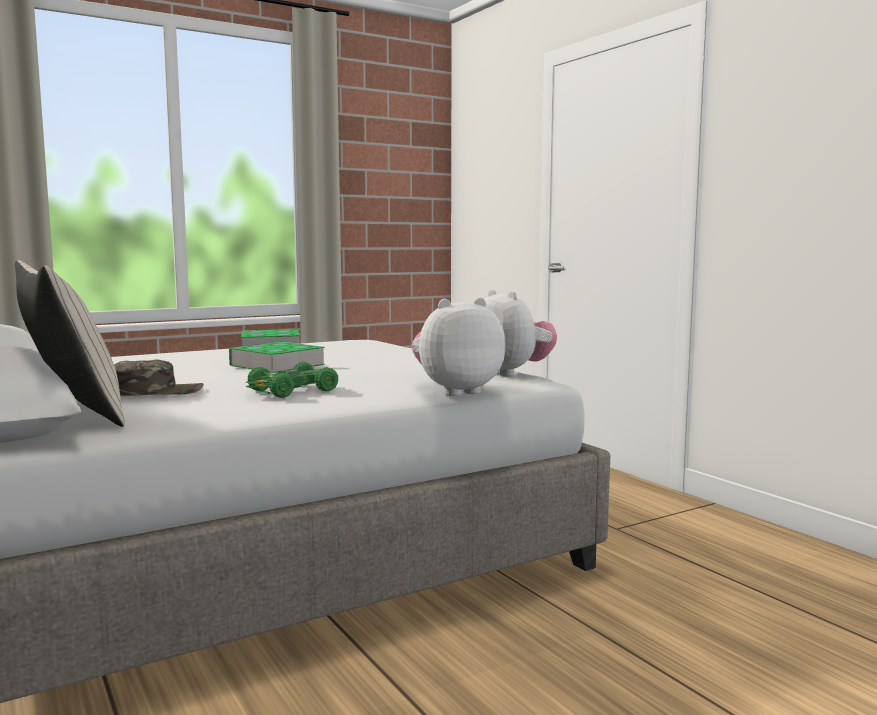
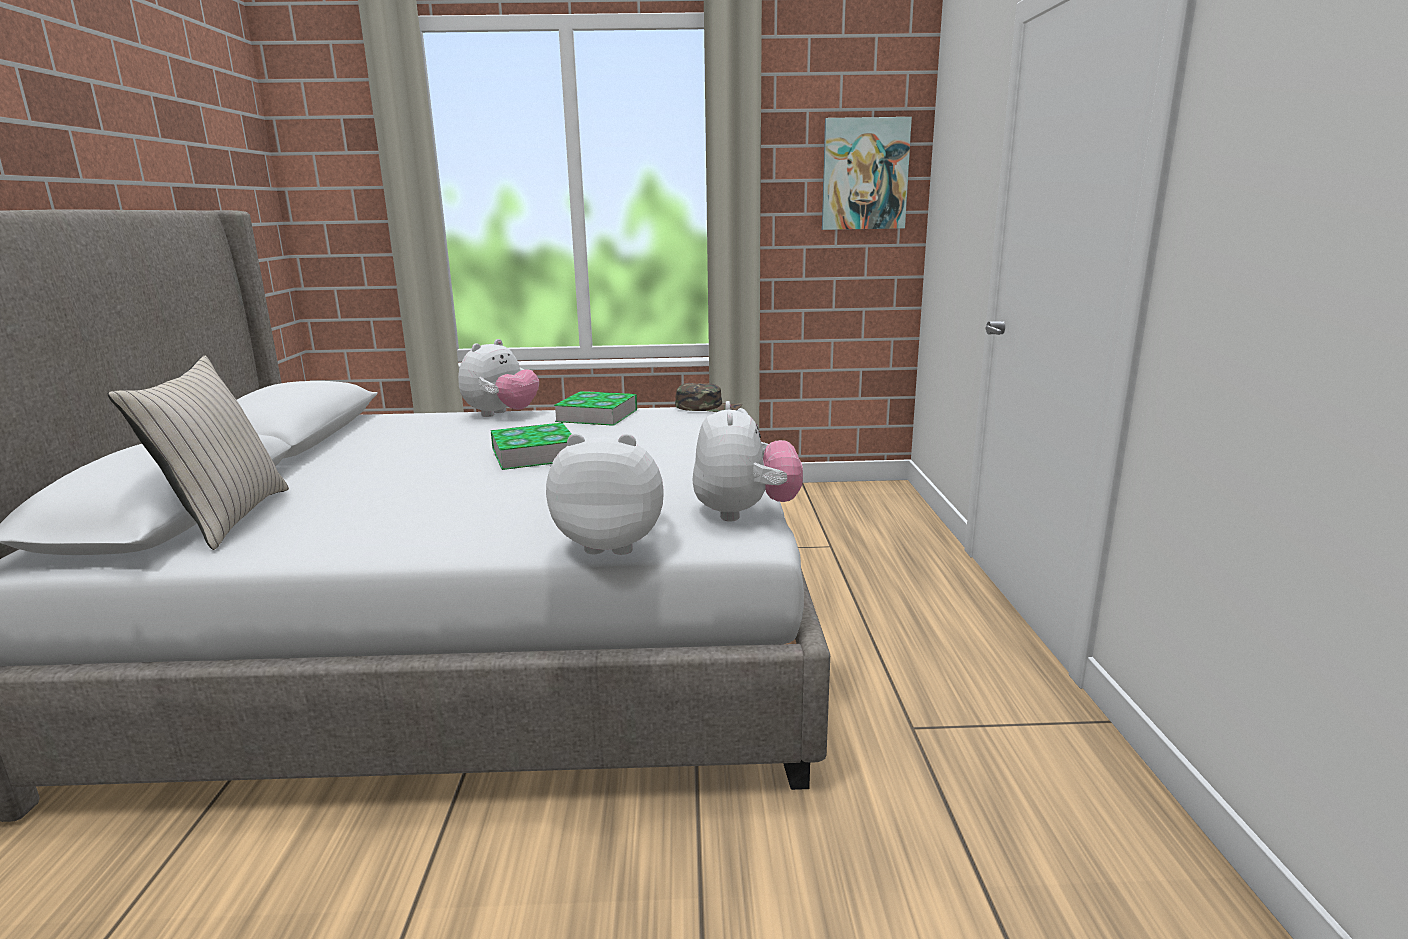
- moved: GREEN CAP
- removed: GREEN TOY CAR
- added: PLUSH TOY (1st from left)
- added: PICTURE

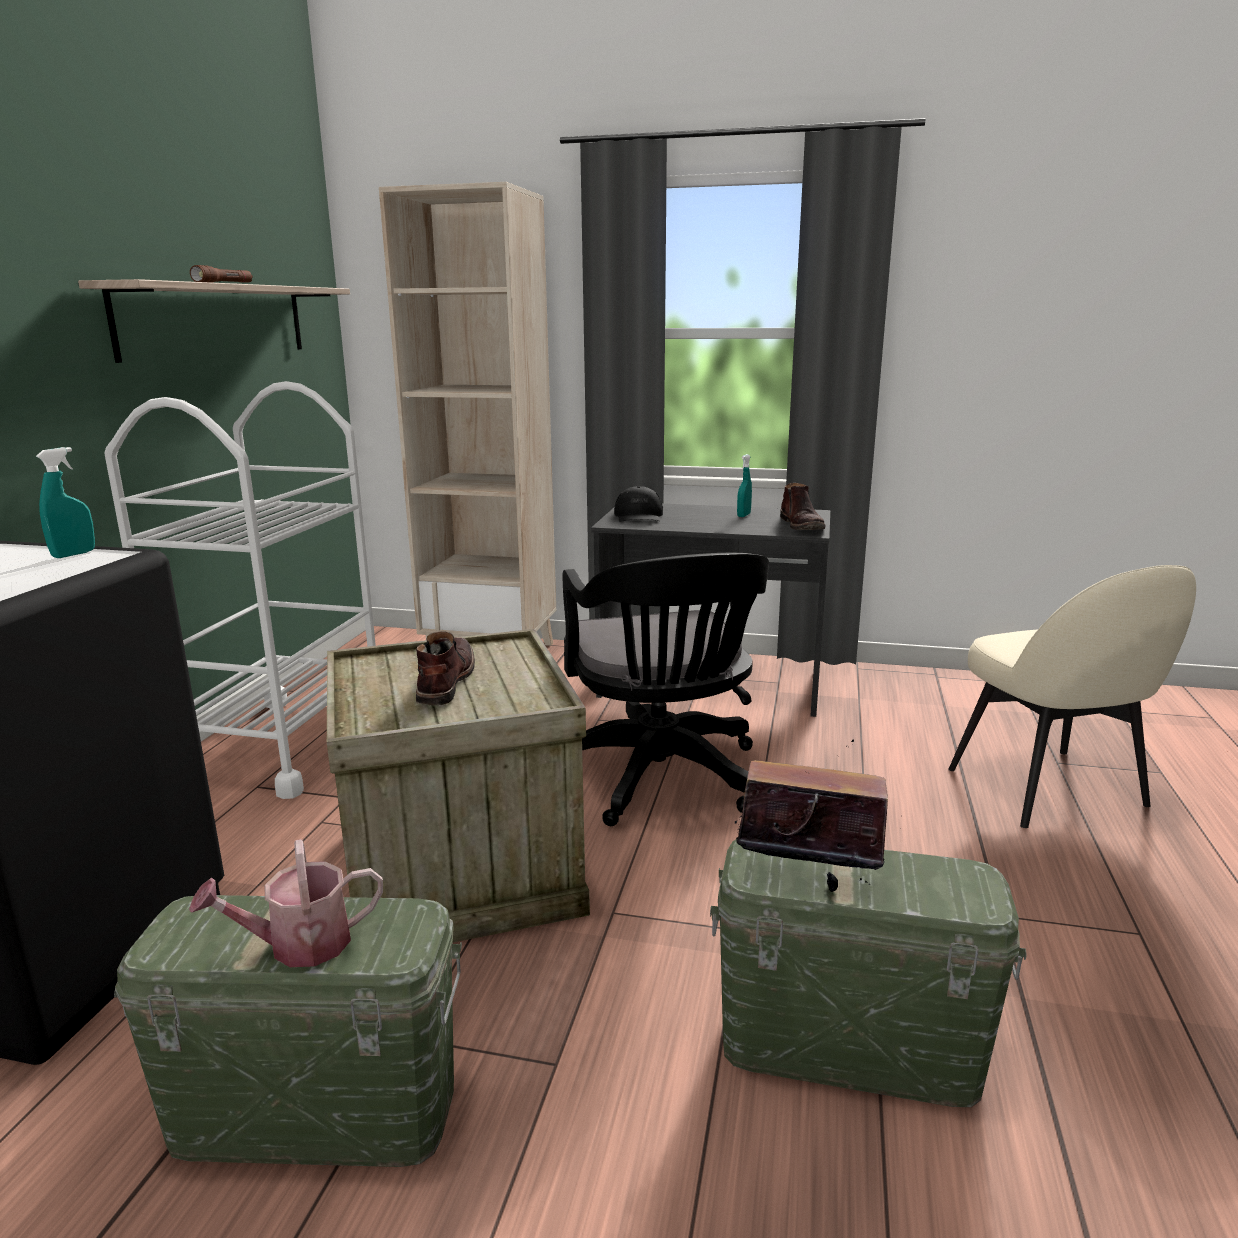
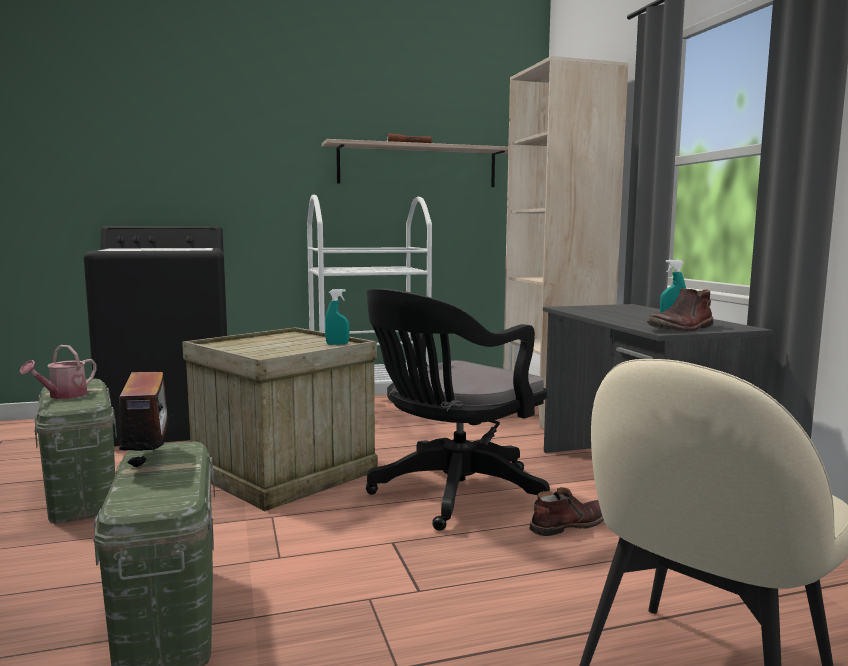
- moved: TURQUOISE SPRAY BOTTLE (1st from left)
- turned: WATERING CAN 105 degrees counterclockwise
- moved: BROWN BOOT (1st from left)
- removed: BLACK CAP

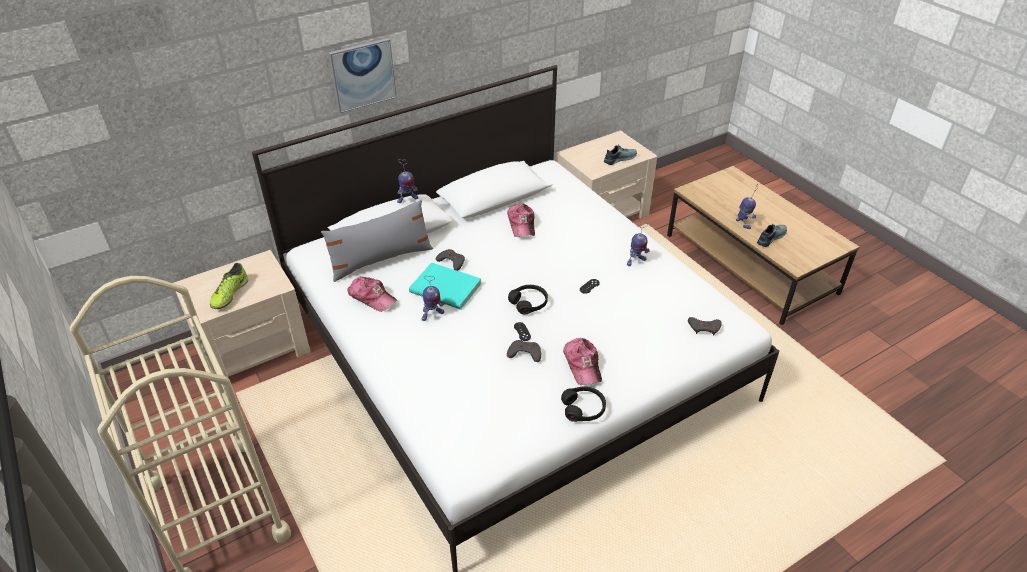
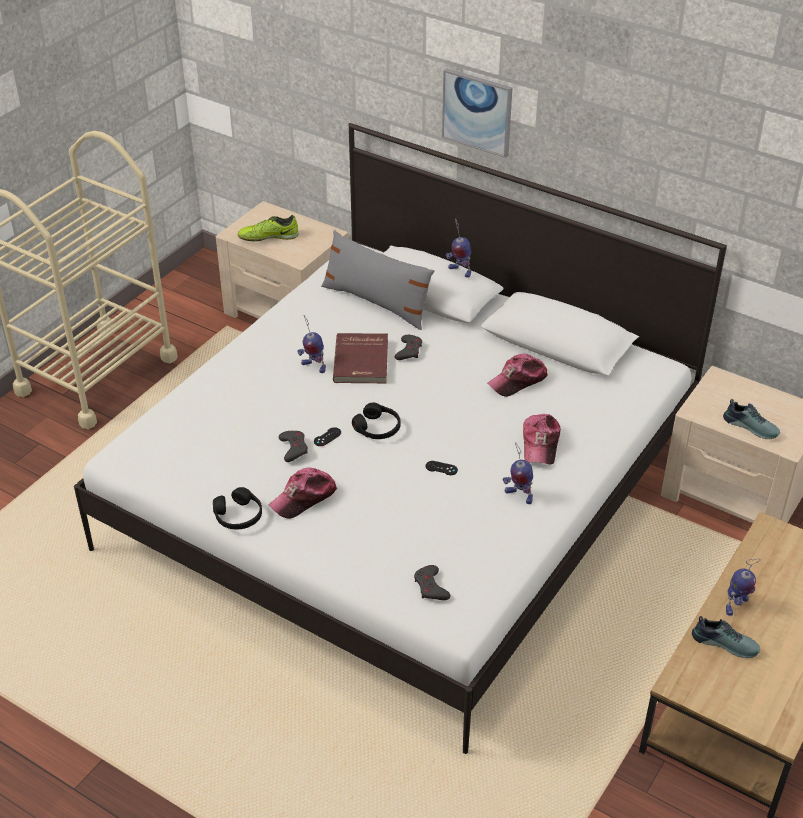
- moved: CAP (1st from left in the first image) to CAP (3rd from left)
- recoloured: TURQUOISE BOOK to RED BOOK

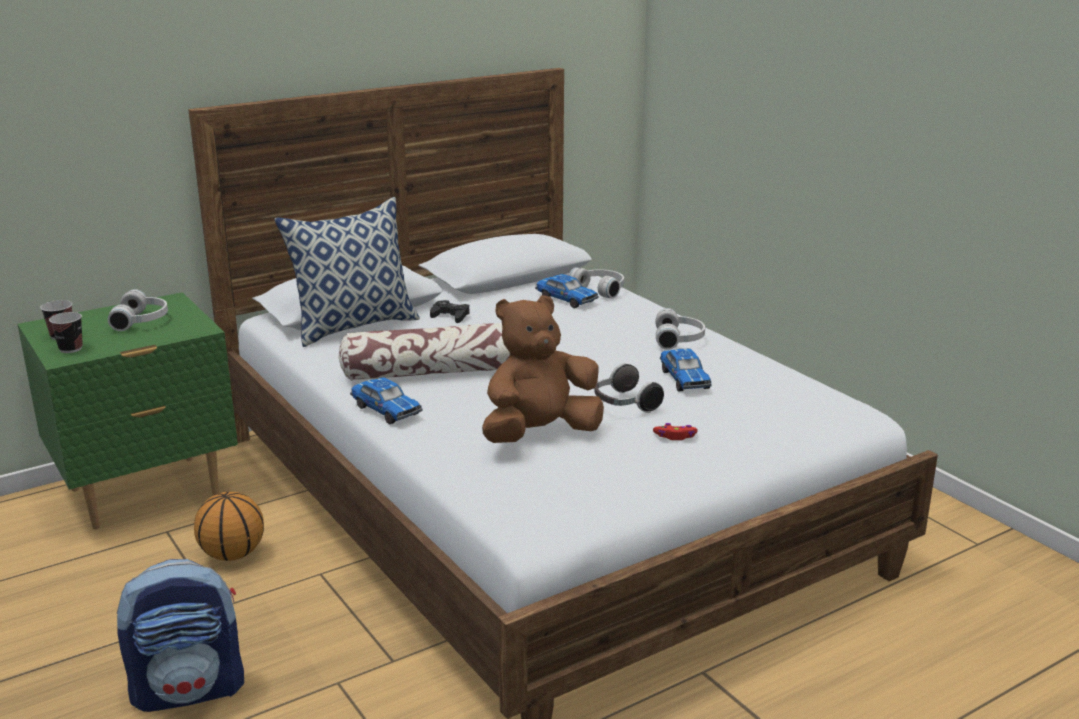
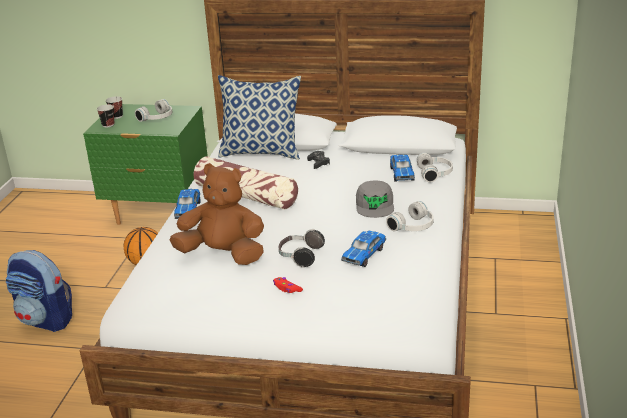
- added: GREY CAP

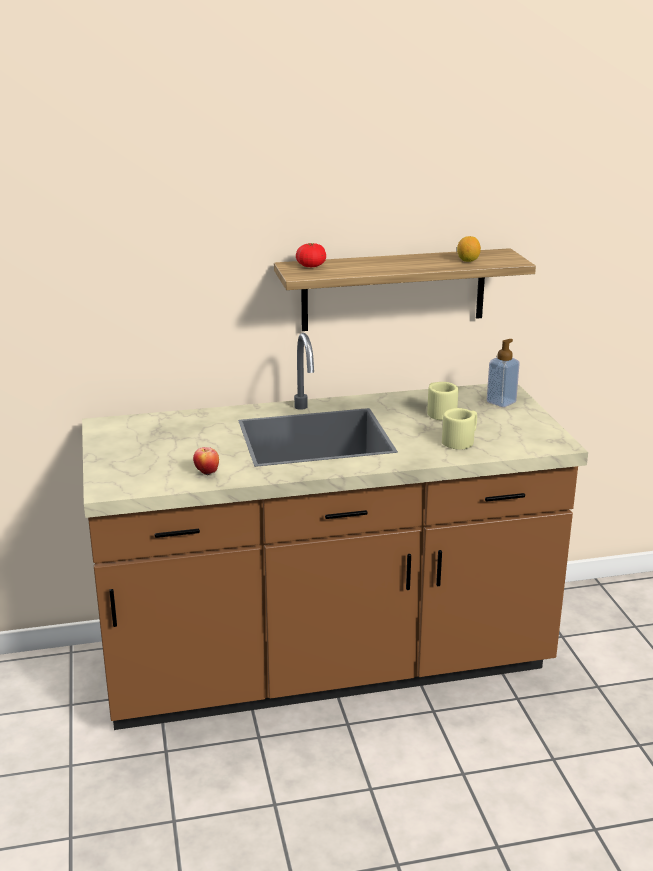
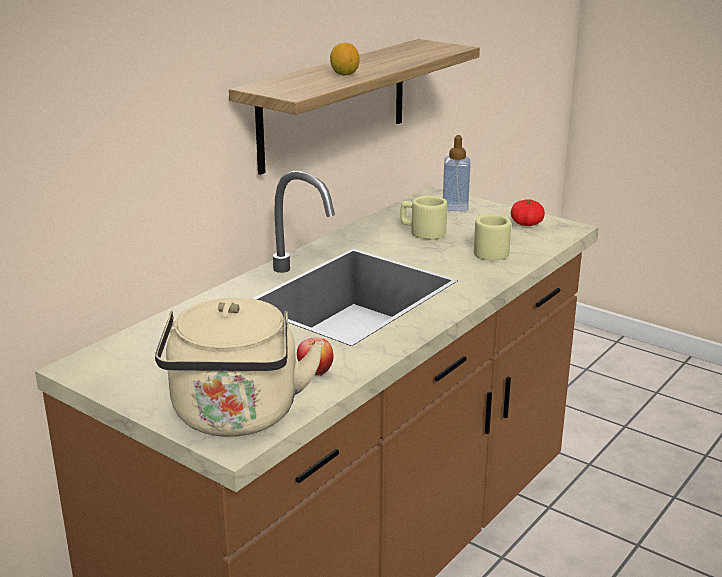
- moved: TOMATO
- moved: LEMON
- added: BEIGE KETTLE

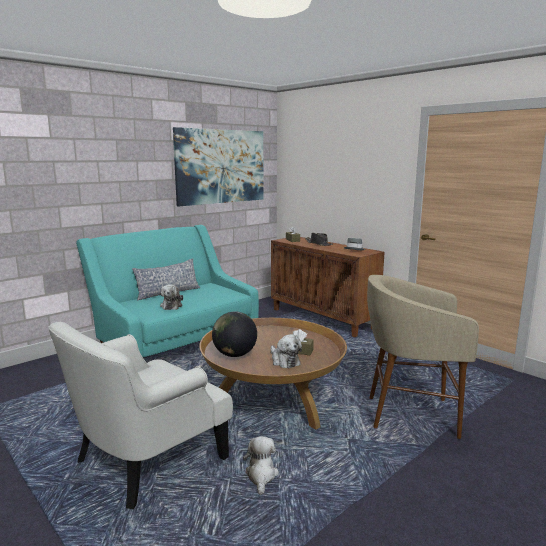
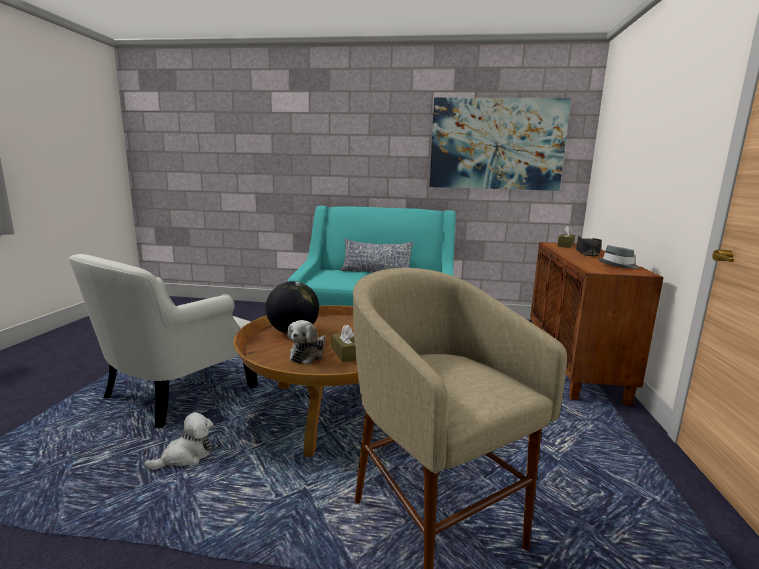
- turned: WHITE ARMCHAIR 60 degrees counterclockwise
- removed: PLUSH TOY (1st from left)

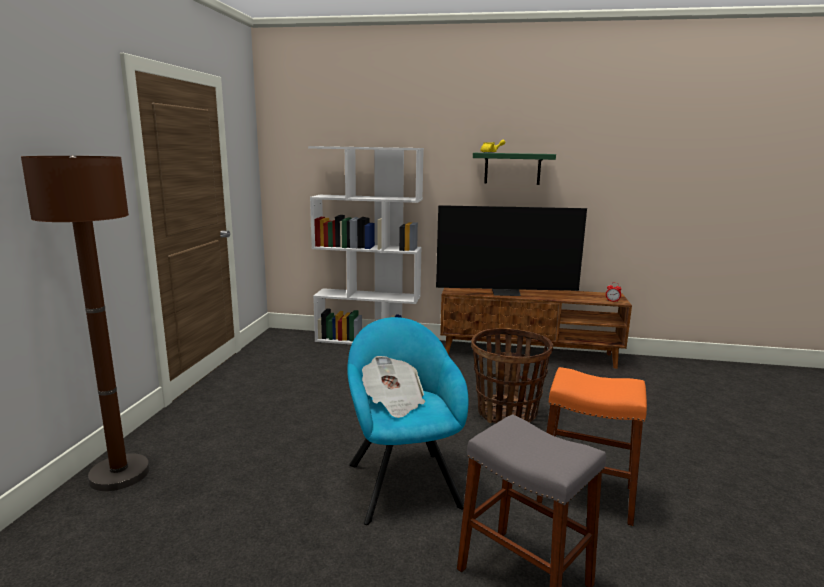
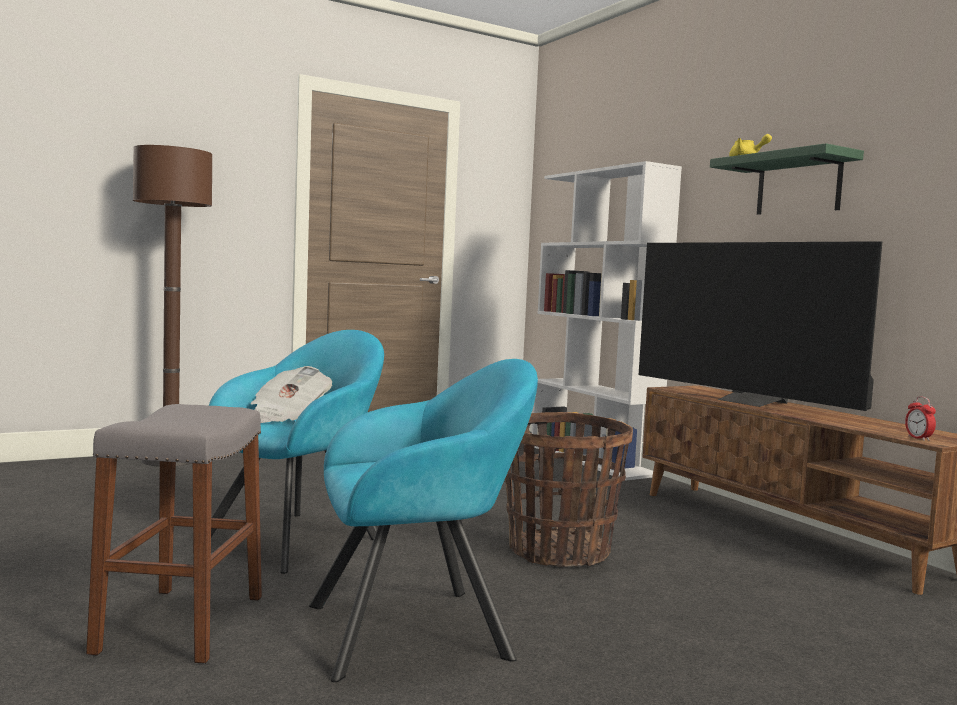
- replaced: ORANGE STOOL to TURQUOISE ARMCHAIR (2nd from left)

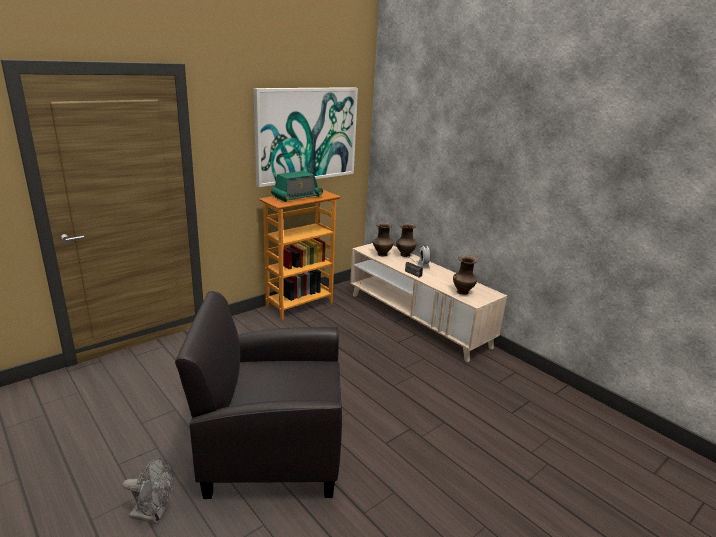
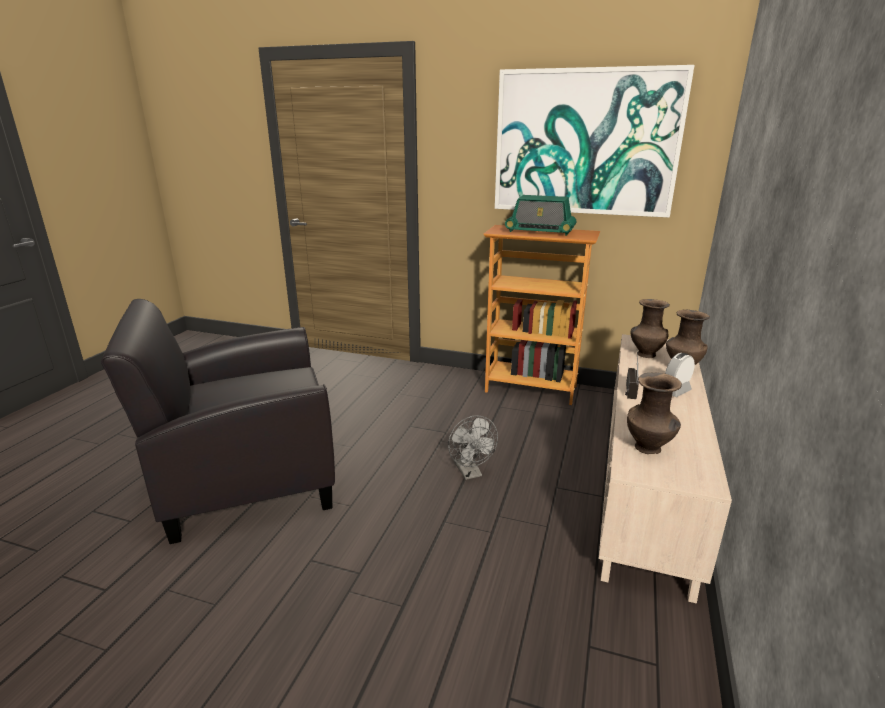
- moved: GREY FAN
- turned: BLACK ARMCHAIR 75 degrees counterclockwise

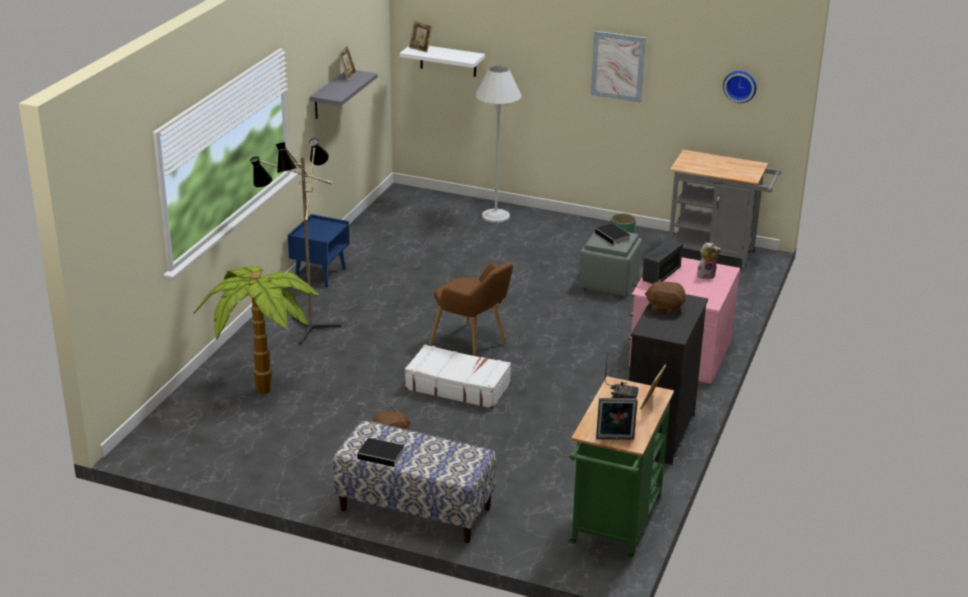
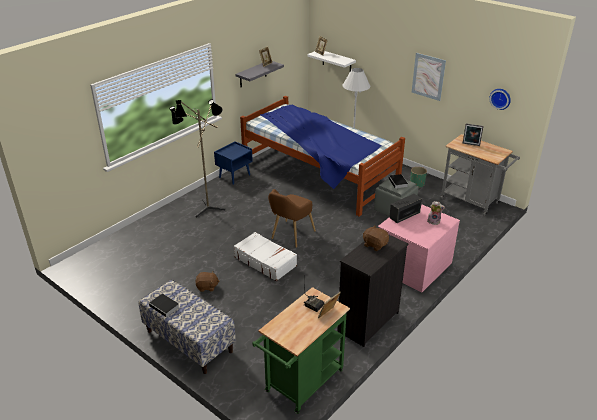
- removed: POTTED PLANT
- turned: BROWN ARMCHAIR 60 degrees clockwise
- moved: PICTURE FRAME (3rd from left in the first image) to PICTURE FRAME (4th from left)
- added: BED

